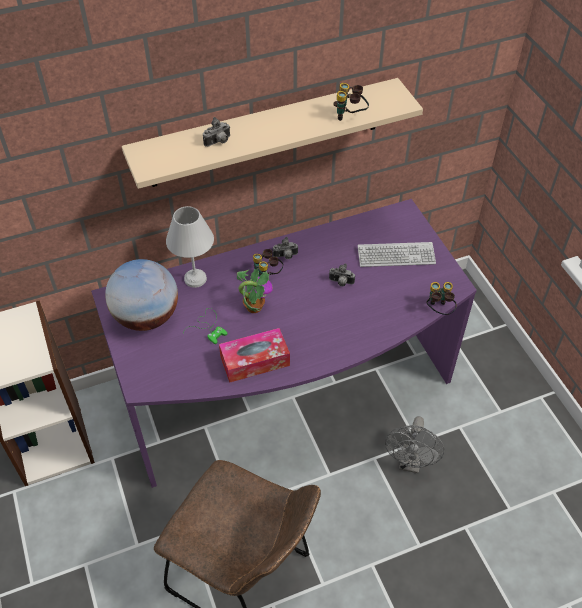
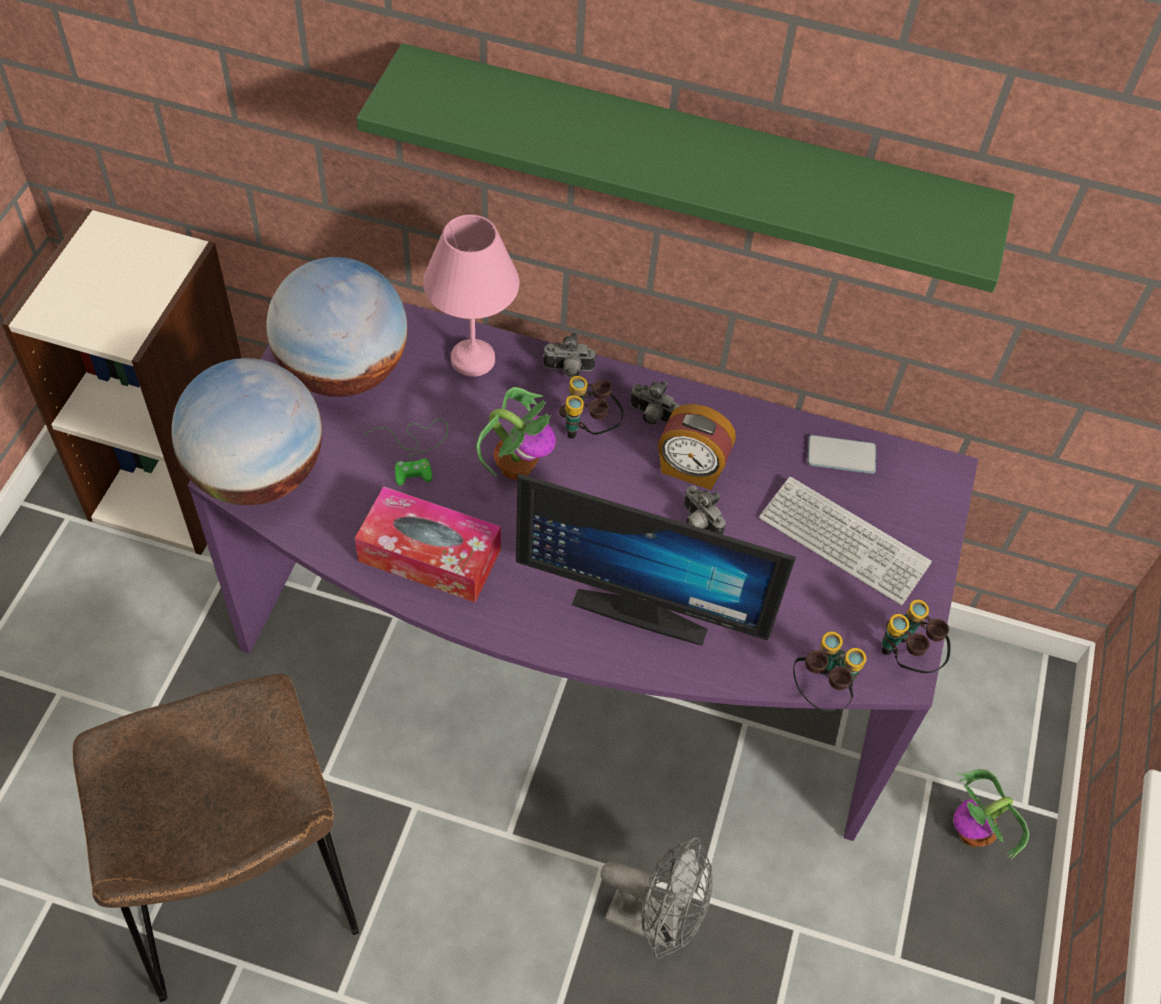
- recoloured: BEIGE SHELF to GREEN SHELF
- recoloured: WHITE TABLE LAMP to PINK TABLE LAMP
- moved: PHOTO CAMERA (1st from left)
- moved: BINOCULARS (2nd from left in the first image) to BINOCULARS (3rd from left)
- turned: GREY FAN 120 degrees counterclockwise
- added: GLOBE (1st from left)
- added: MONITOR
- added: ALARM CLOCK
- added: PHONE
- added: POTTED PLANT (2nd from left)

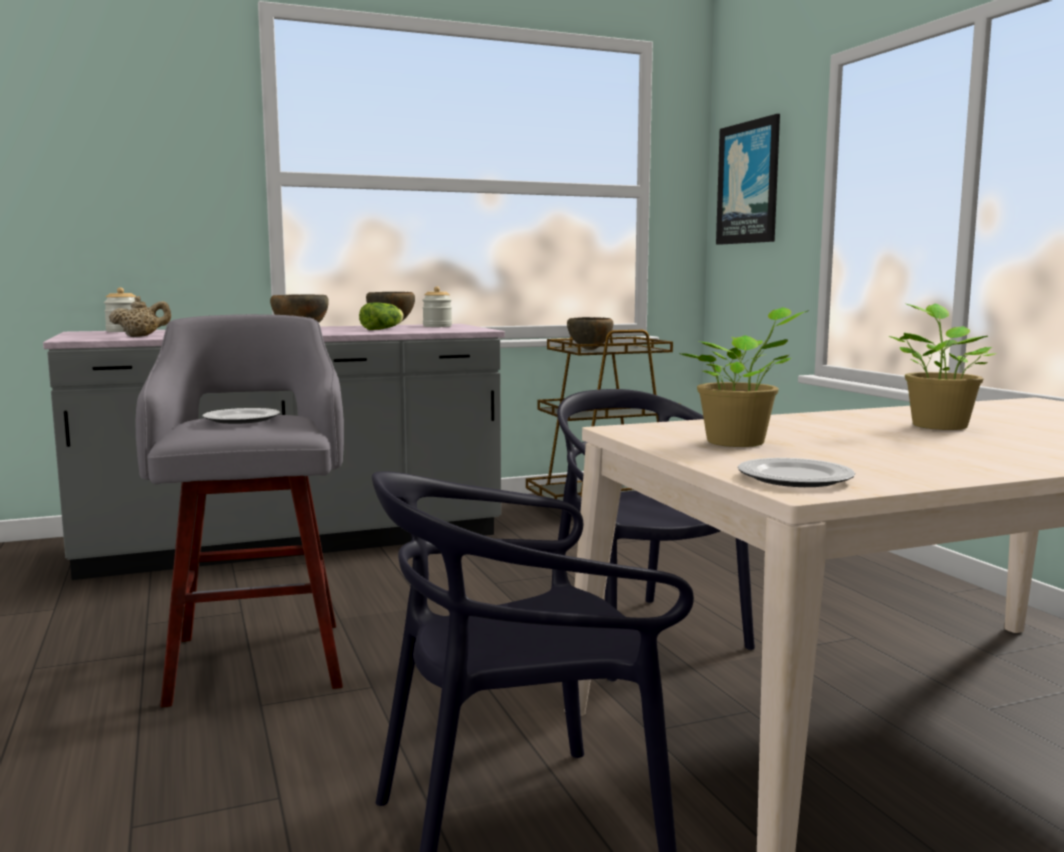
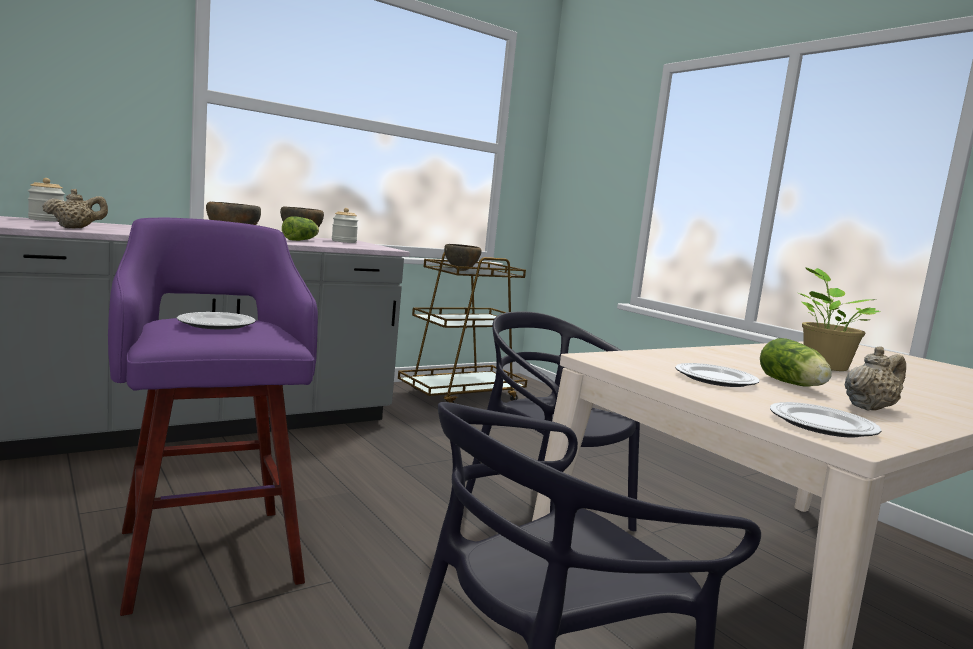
- recoloured: GREY STOOL to PURPLE STOOL
- replaced: POTTED PLANT (1st from left) to PLATE (2nd from left)
- removed: PICTURE
- added: LETTUCE (2nd from left)
- added: BEIGE TEAPOT (2nd from left)

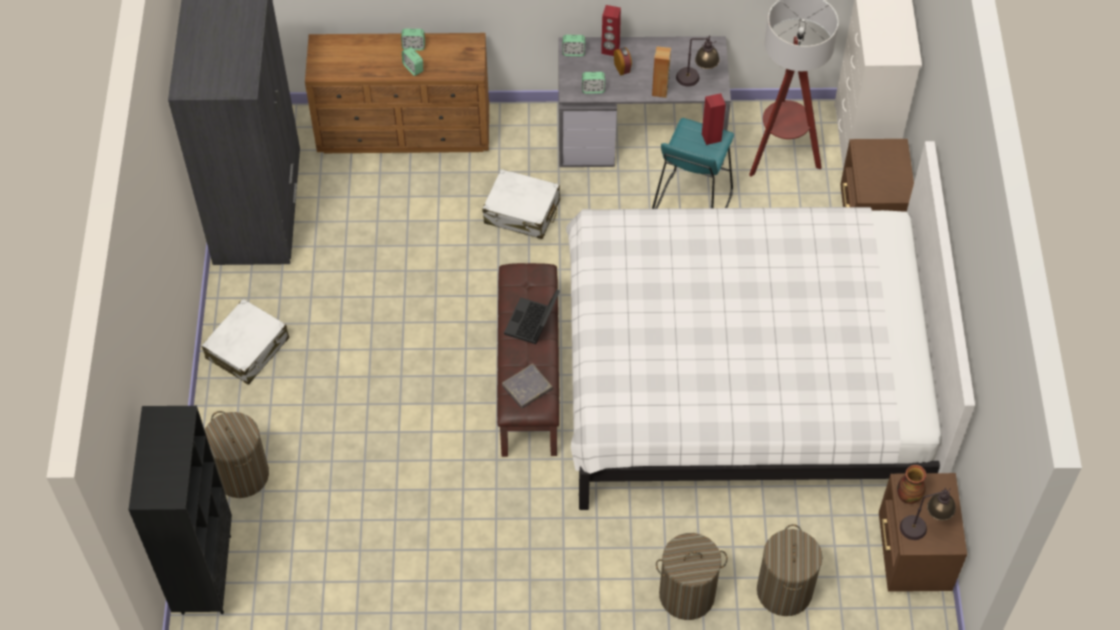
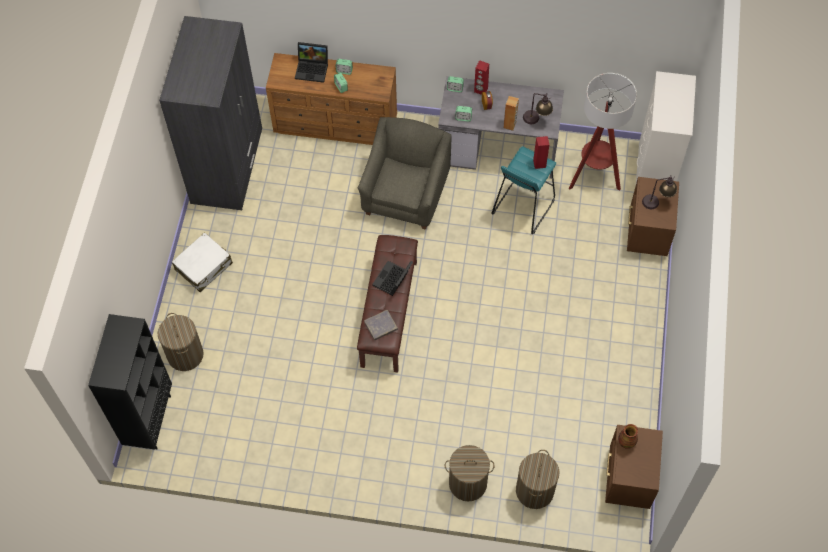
- replaced: WHITE SUITCASE (2nd from left) to GREY ARMCHAIR
- removed: WHITE BED
- moved: TABLE LAMP (2nd from left)
- added: LAPTOP (1st from left)

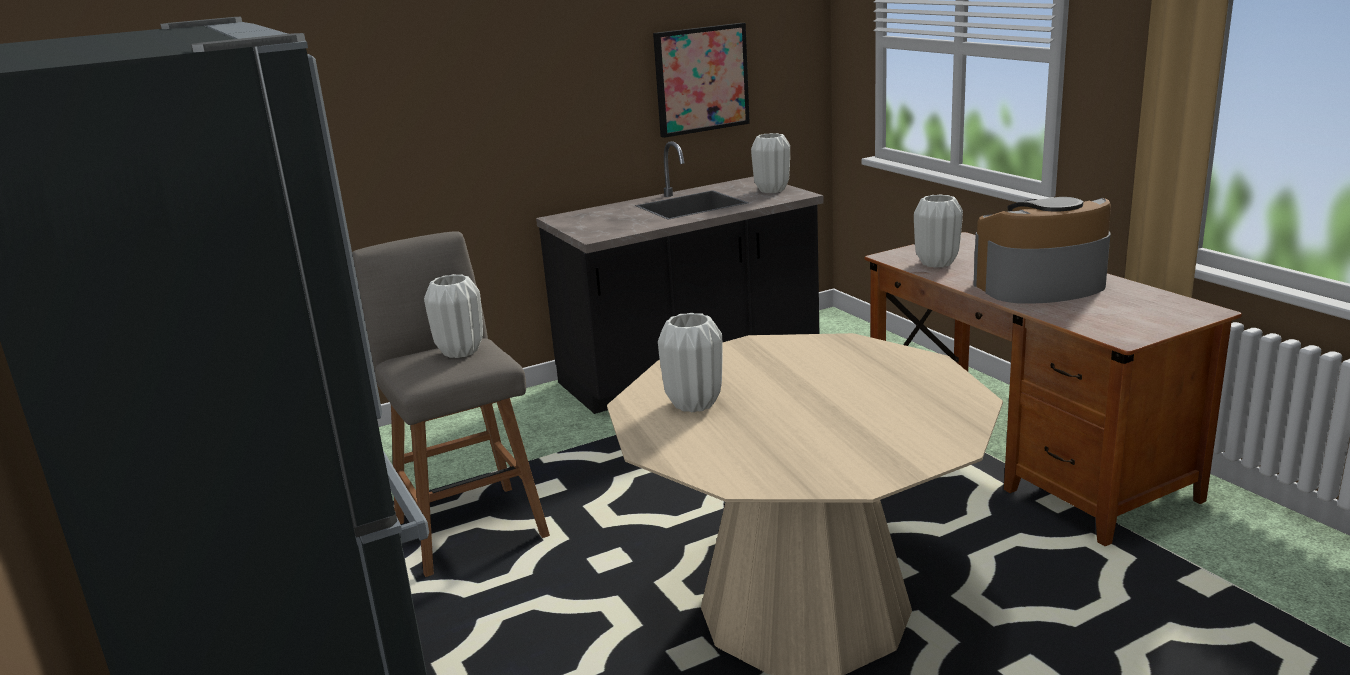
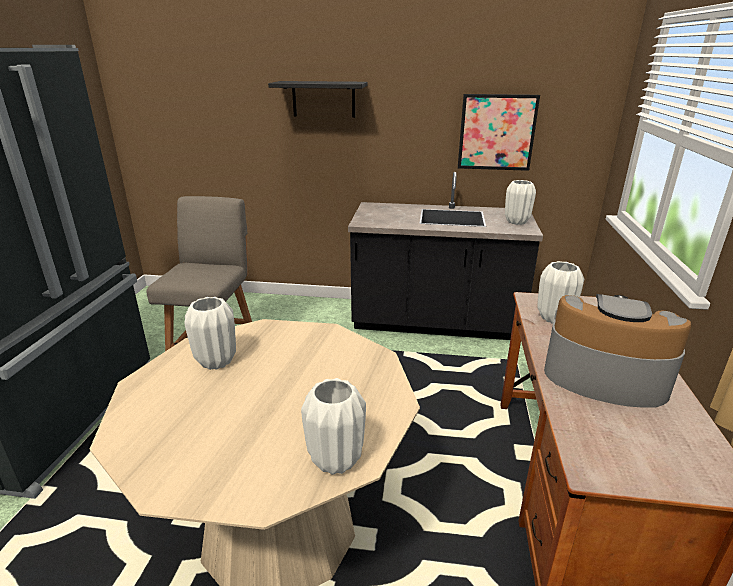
- moved: WHITE VASE (1st from left in the first image) to WHITE VASE (2nd from left)
- added: BLACK SHELF

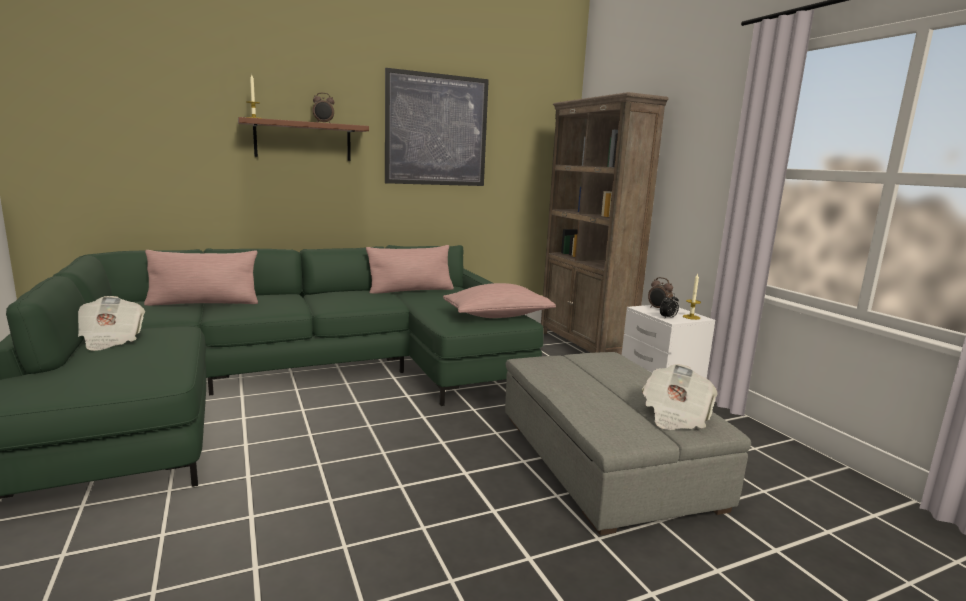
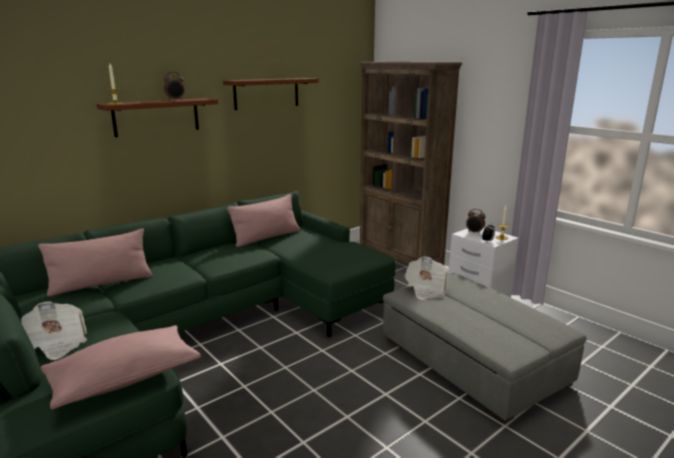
- replaced: PICTURE to BROWN SHELF (2nd from left)
- moved: PINK PILLOW (3rd from left in the first image) to PINK PILLOW (2nd from left)
- moved: NEWSPAPER (2nd from left)

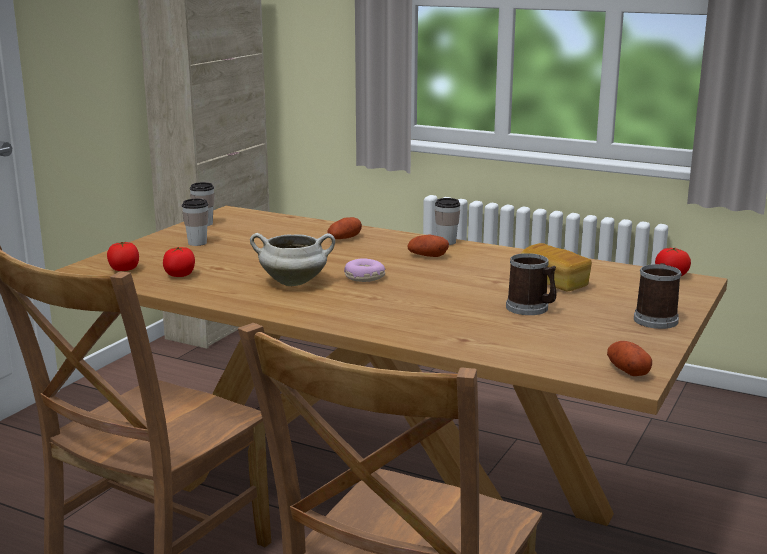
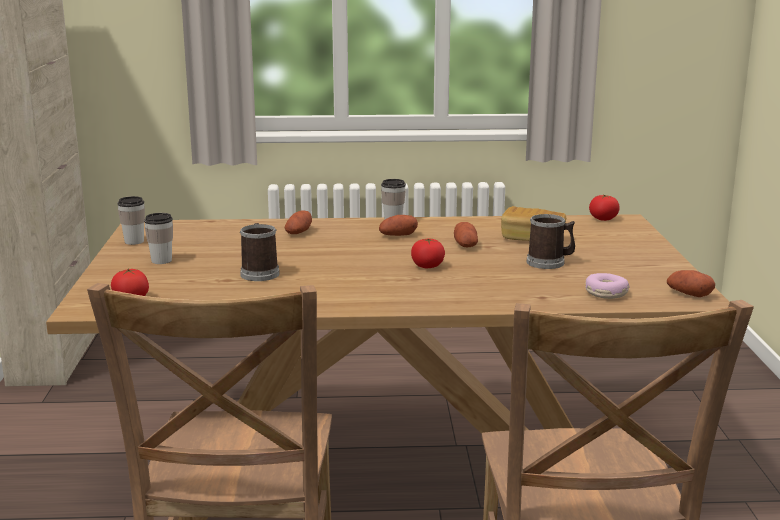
- moved: TOMATO (2nd from left)
- removed: WHITE COOKING POT
- moved: DONUT
- moved: MUG (2nd from left in the first image) to MUG (1st from left)
- added: POTATO (3rd from left)

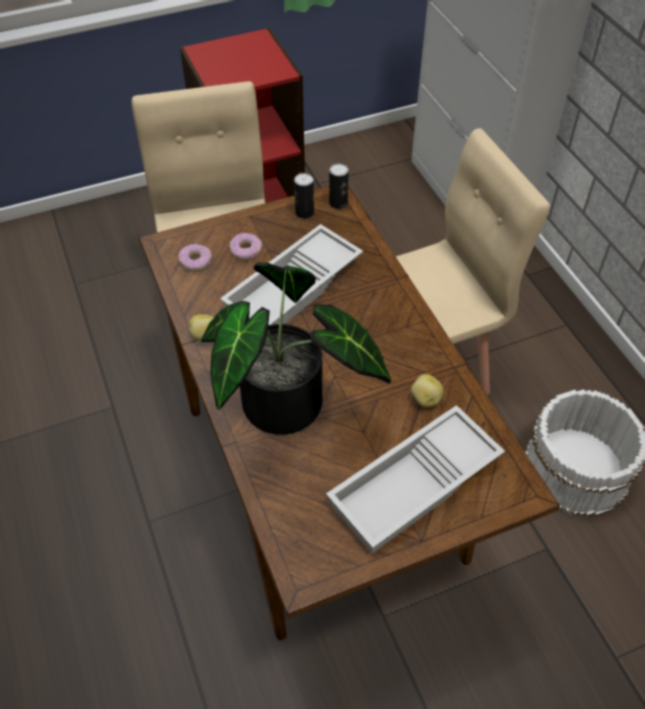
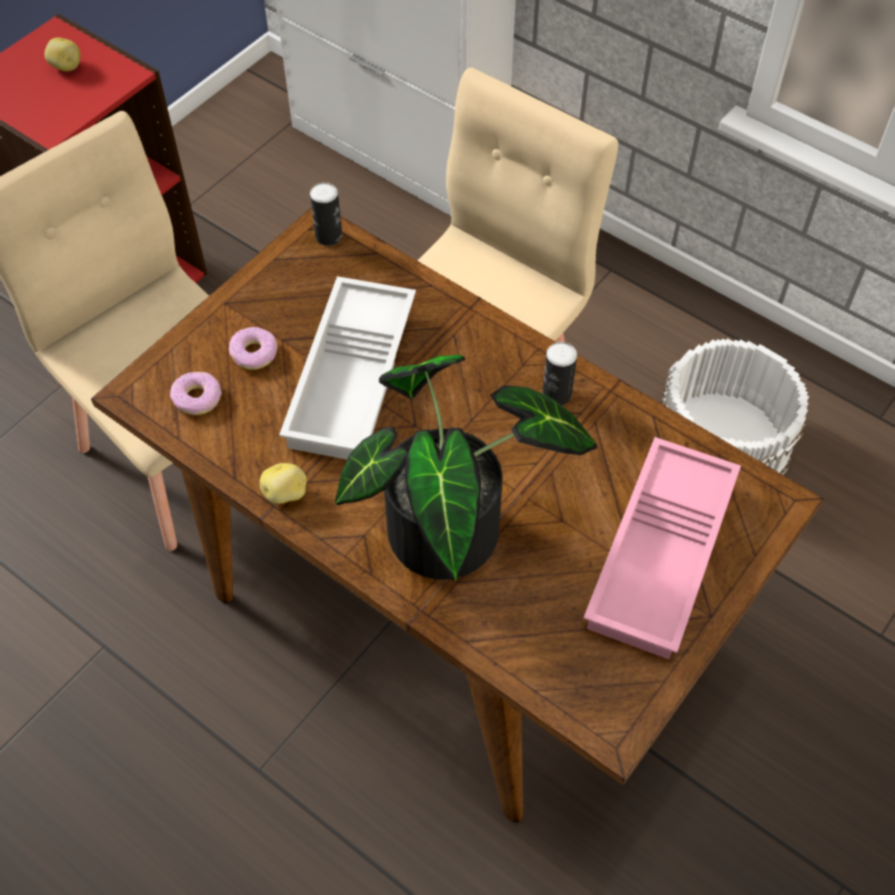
- moved: CAN (1st from left in the first image) to CAN (2nd from left)
- recoloured: WHITE TRAY (2nd from left) to PINK TRAY
- moved: POTATO (2nd from left in the first image) to POTATO (1st from left)

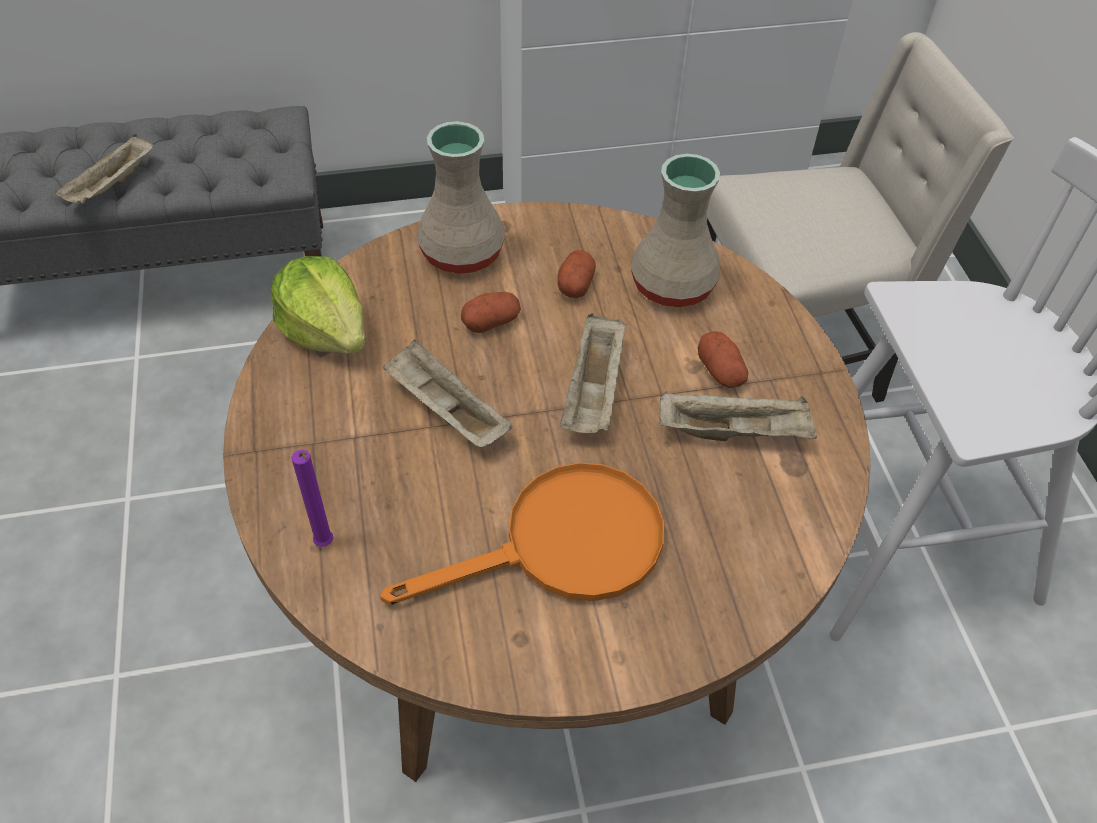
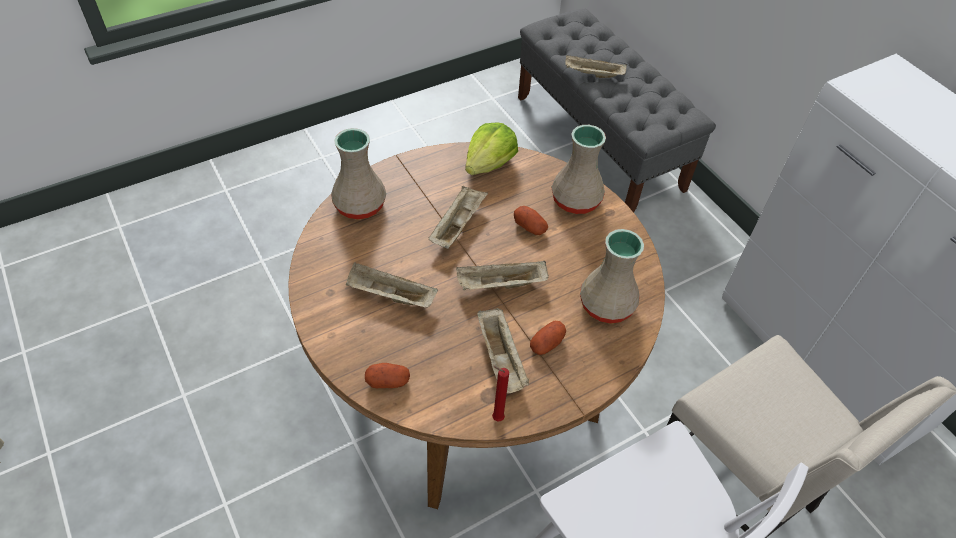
- replaced: PURPLE CANDLE to BEIGE VASE (1st from left)
- replaced: ORANGE FRYING PAN to BEIGE TRAY (1st from left)
- moved: POTATO (2nd from left in the first image) to POTATO (1st from left)
- added: RED CANDLE

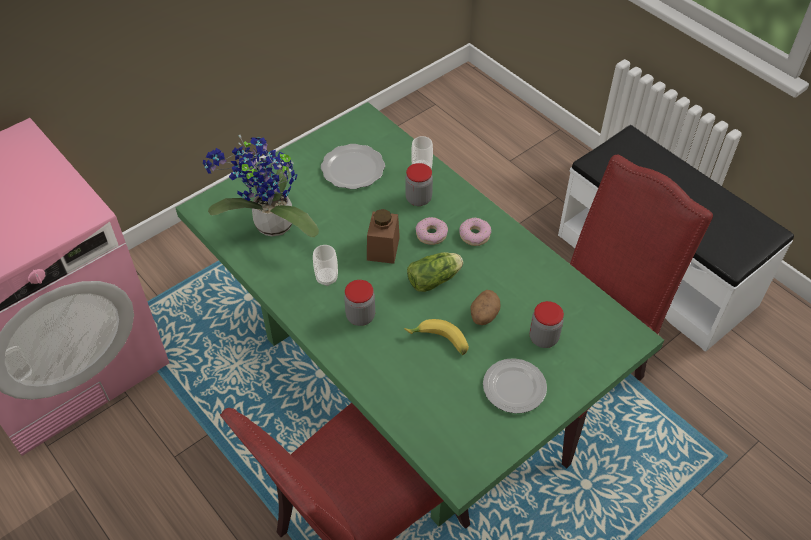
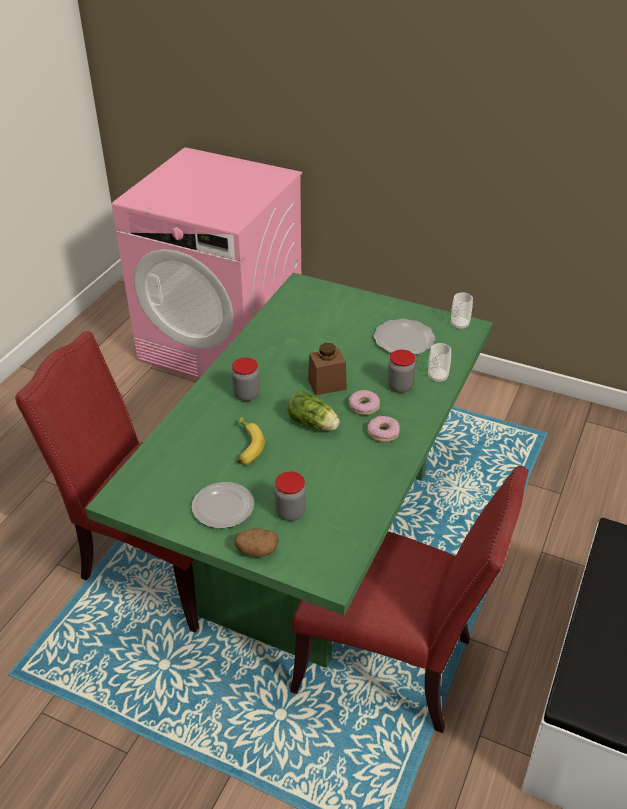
- removed: POTTED PLANT
- moved: CUP (1st from left in the first image) to CUP (2nd from left)
- moved: POTATO

